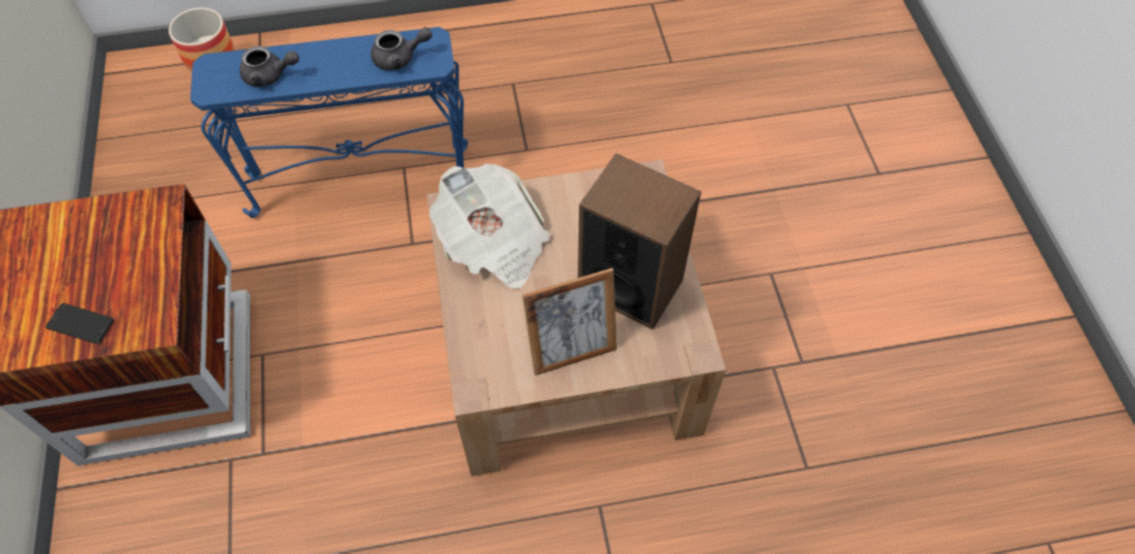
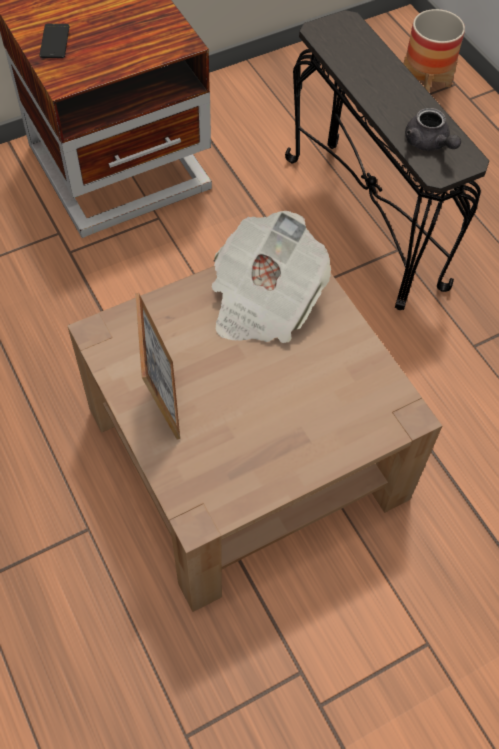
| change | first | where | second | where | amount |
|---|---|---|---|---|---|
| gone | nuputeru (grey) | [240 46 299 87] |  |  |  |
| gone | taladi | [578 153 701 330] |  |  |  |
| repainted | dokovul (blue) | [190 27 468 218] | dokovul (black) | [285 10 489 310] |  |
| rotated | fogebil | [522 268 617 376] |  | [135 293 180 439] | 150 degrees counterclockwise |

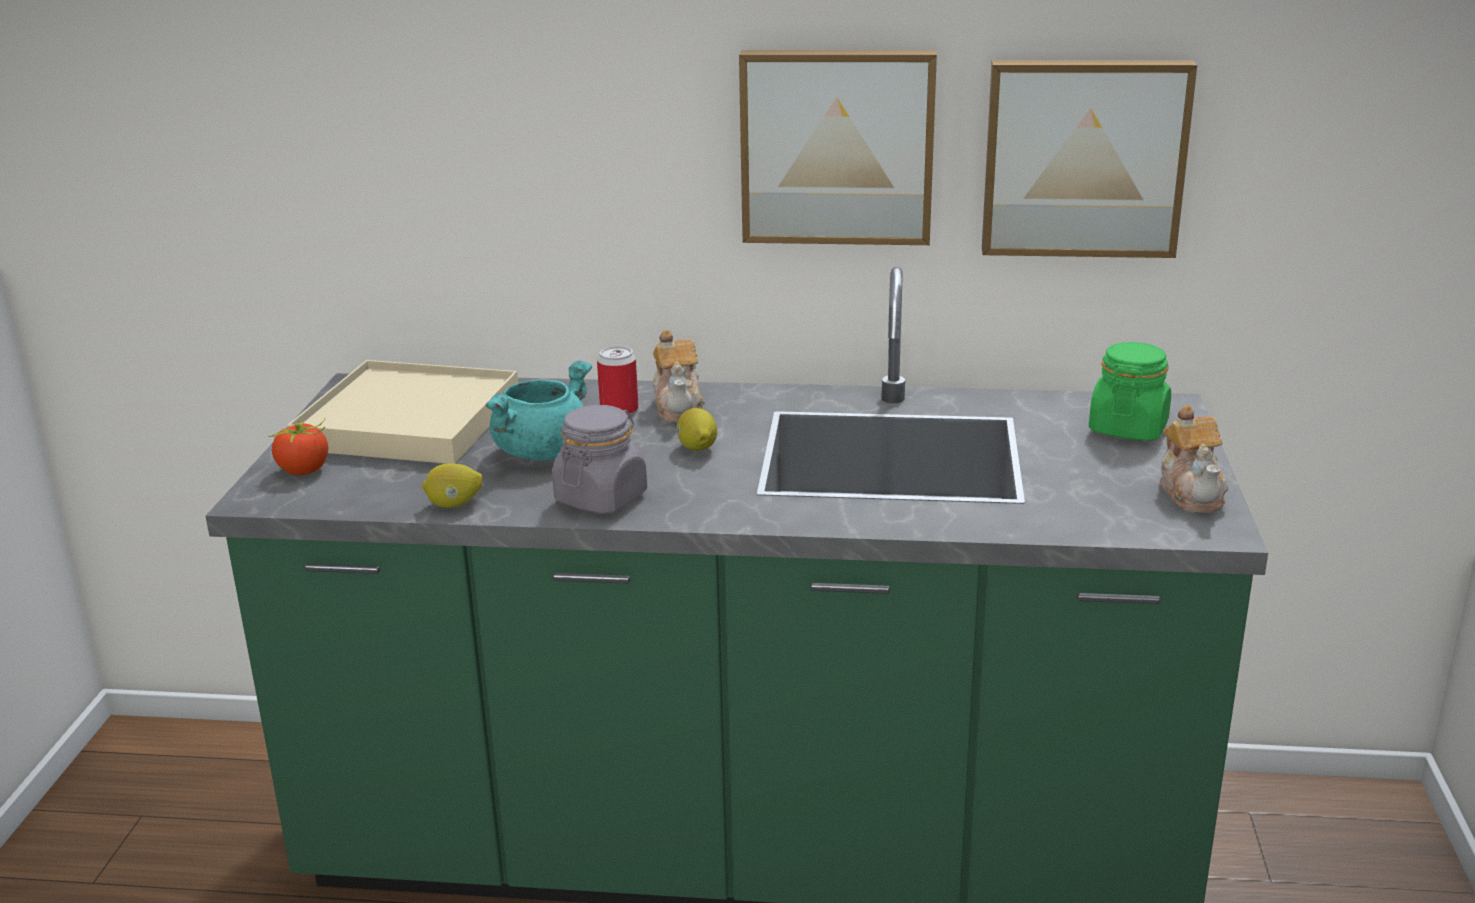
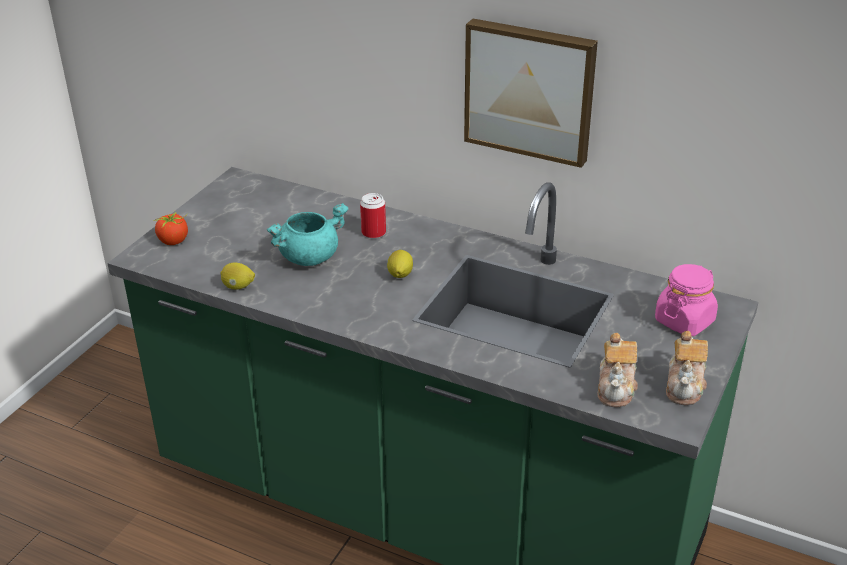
| change | first | where | second | where | amount |
|---|---|---|---|---|---|
| gone | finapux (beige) | [287 360 518 464] |  |  |  |
| gone | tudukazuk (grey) | [552 405 647 514] |  |  |  |
| gone | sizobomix | [982 60 1197 258] |  |  |  |
| shifted | nuputeru | [653 329 705 422] |  | [598 333 638 407] |  |
| repainted | tudukazuk (green) | [1089 342 1171 441] | tudukazuk (pink) | [655 264 718 336] |  |

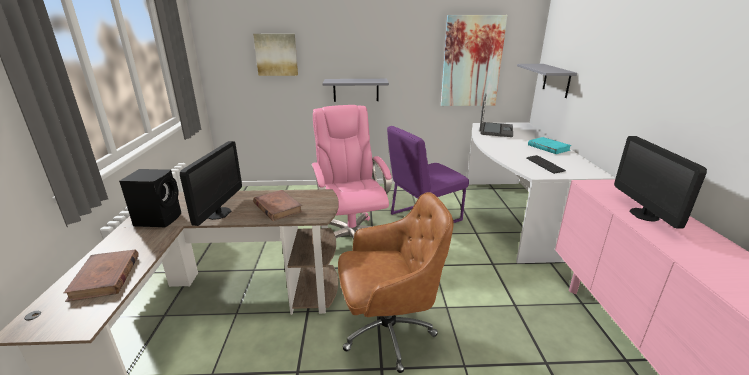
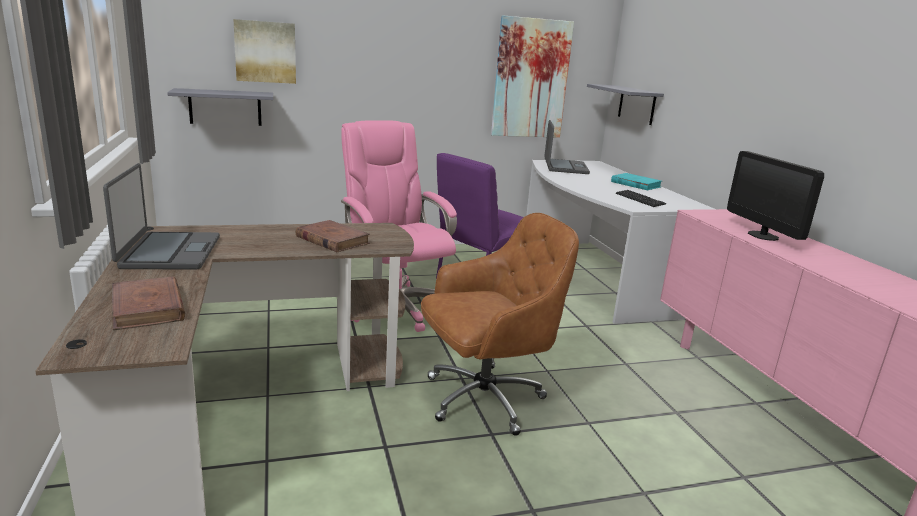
| change | first | where | second | where | amount |
|---|---|---|---|---|---|
| gone | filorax | [180 141 242 226] |  |  |  |
| shifted | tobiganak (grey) | [322 79 389 102] |  | [167 88 273 126] |  |
| swapped | taladi (black) | [119 169 181 228] | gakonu | [103 163 220 269] |  |

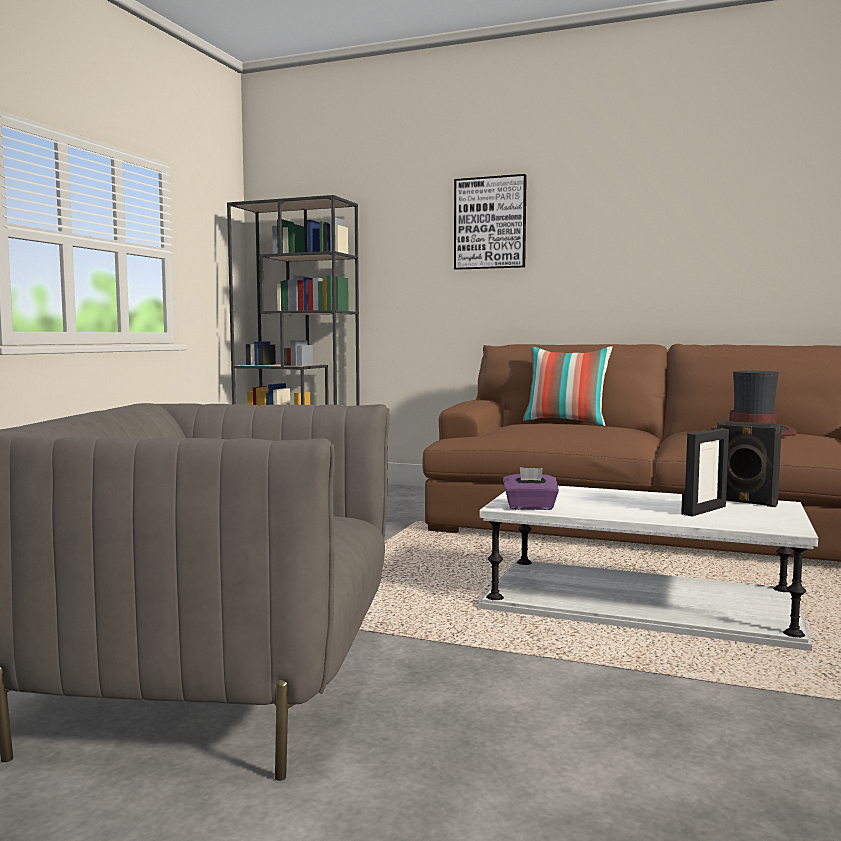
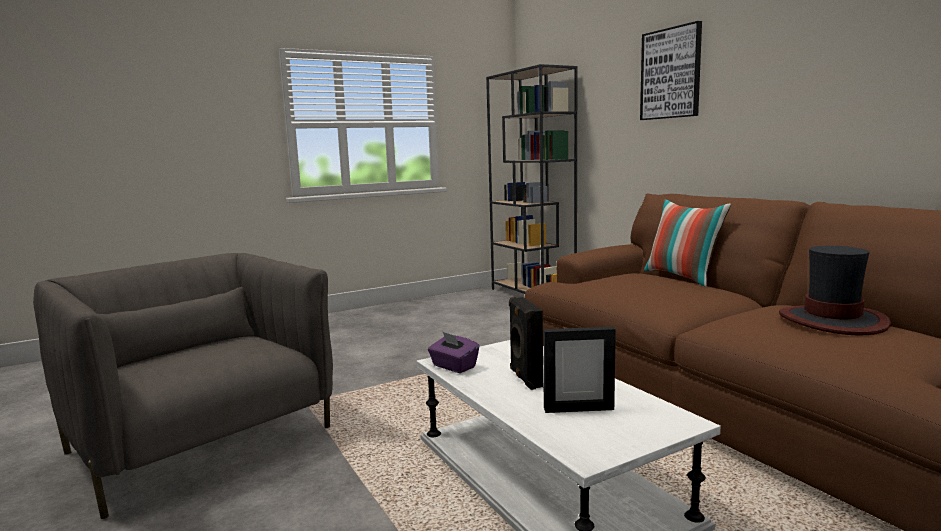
| change | first | where | second | where | amount |
|---|---|---|---|---|---|
| shifted | taladi (black) | [717 421 782 507] |  | [509 297 543 390] |  |

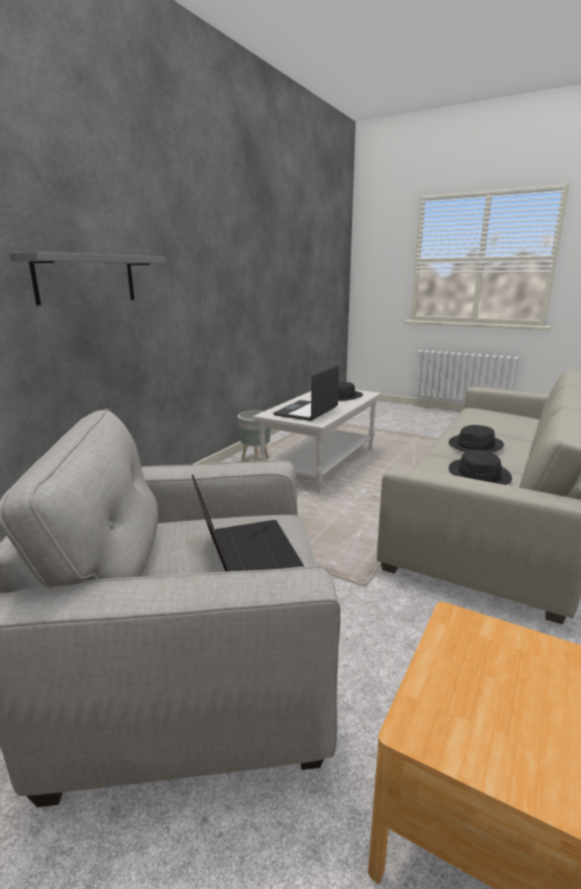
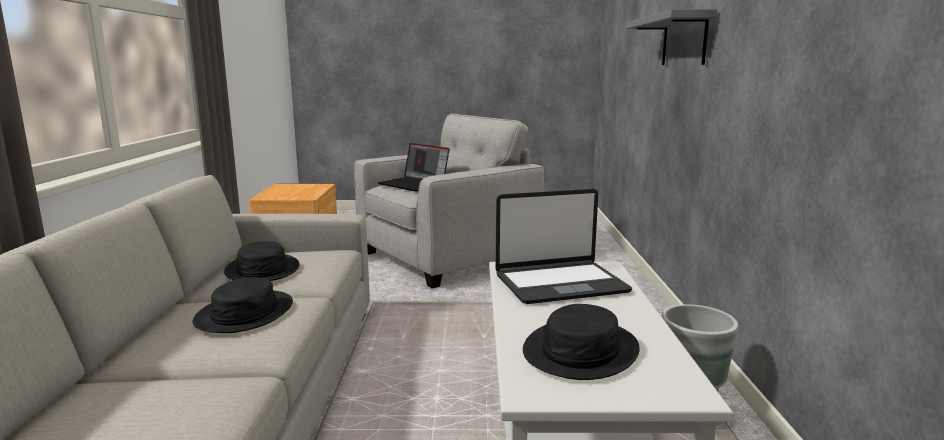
| change | first | where | second | where | amount |
|---|---|---|---|---|---|
| rotated | gakonu | [273 364 339 421] |  | [496 189 632 304] | 75 degrees clockwise |

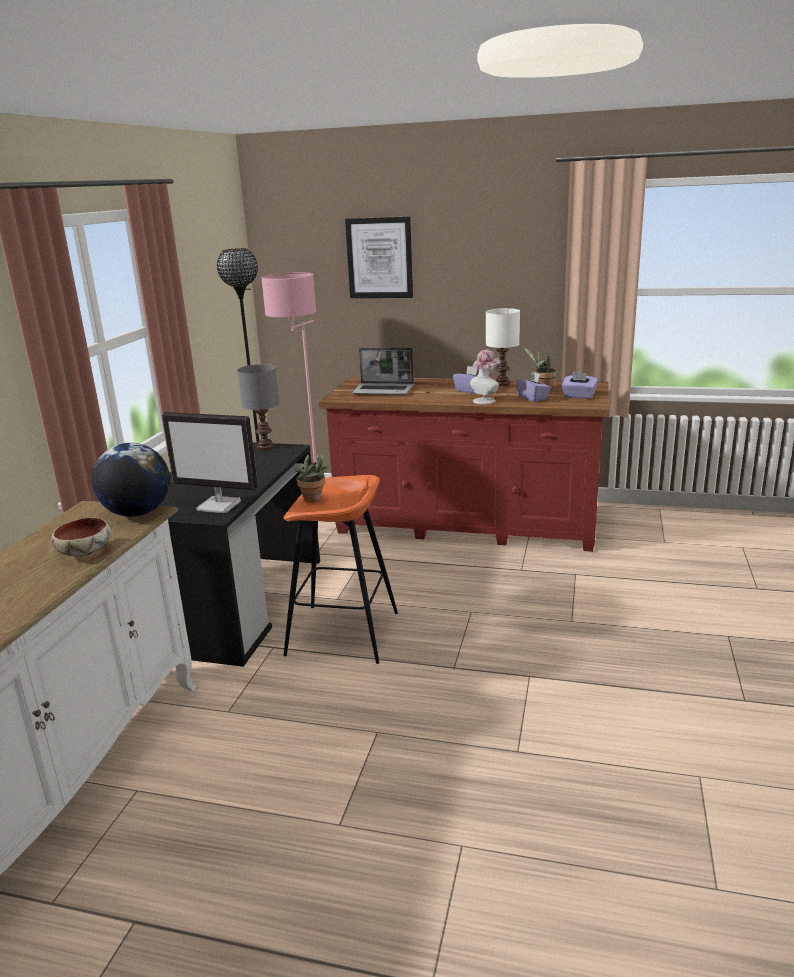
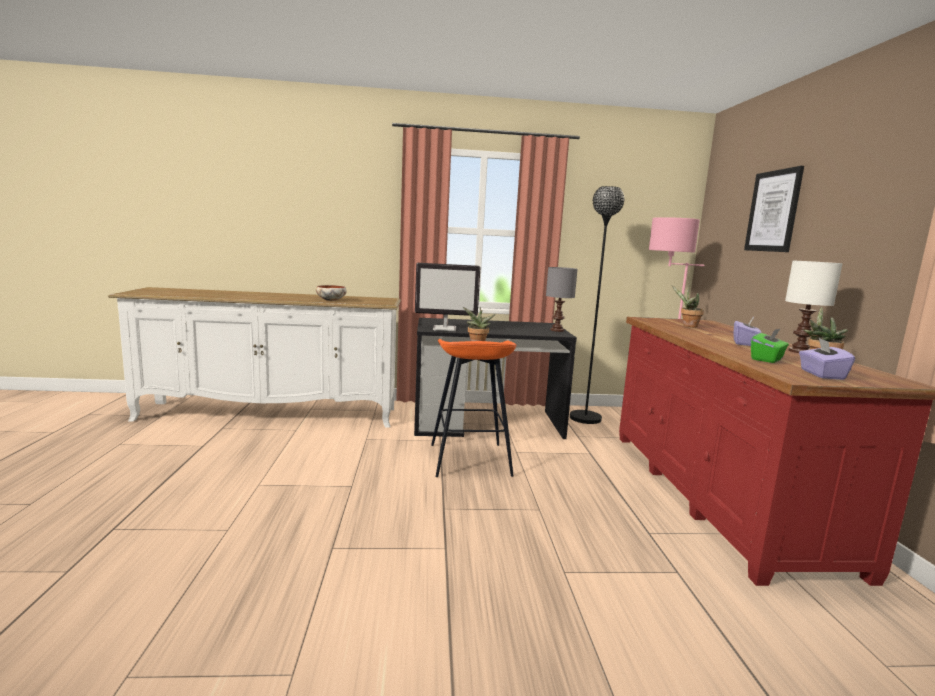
| change | first | where | second | where | amount |
|---|---|---|---|---|---|
| gone | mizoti | [92 443 170 517] |  |  |  |
| gone | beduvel | [470 350 500 404] |  |  |  |
| swapped | gakonu | [352 348 414 395] | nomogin | [672 286 704 328] |  |
| repainted | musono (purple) | [515 372 551 402] | musono (green) | [751 328 789 363] |  |
| rotated | filorax | [162 412 258 513] |  | [415 263 480 331] | 90 degrees counterclockwise |

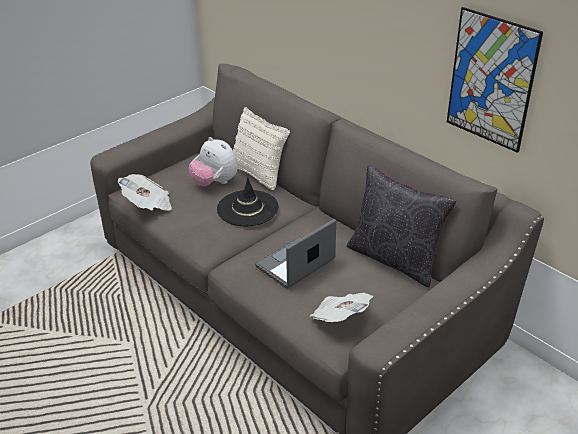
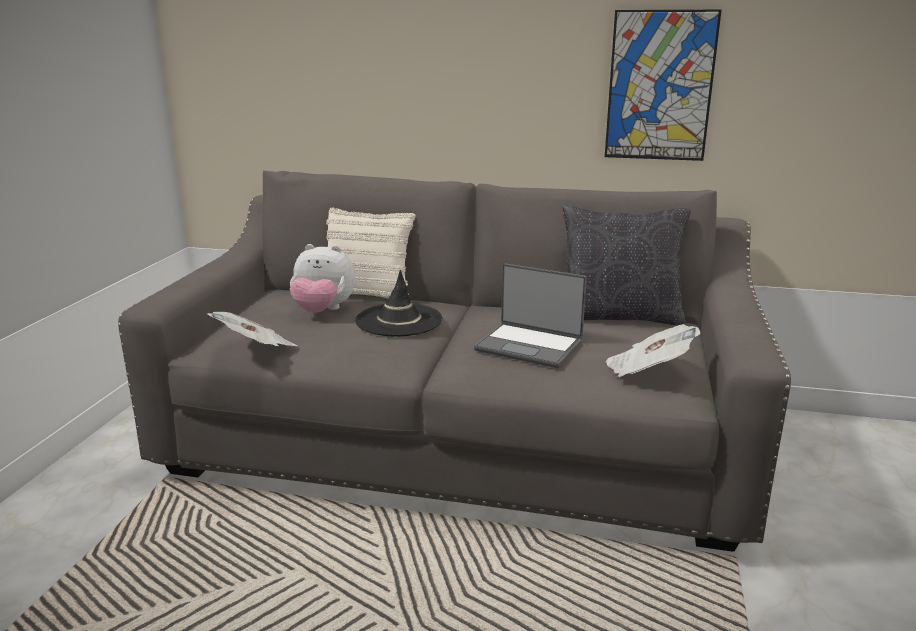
| change | first | where | second | where | amount |
|---|---|---|---|---|---|
| rotated | gakonu | [255 219 336 289] |  | [474 263 587 368] | 75 degrees counterclockwise |

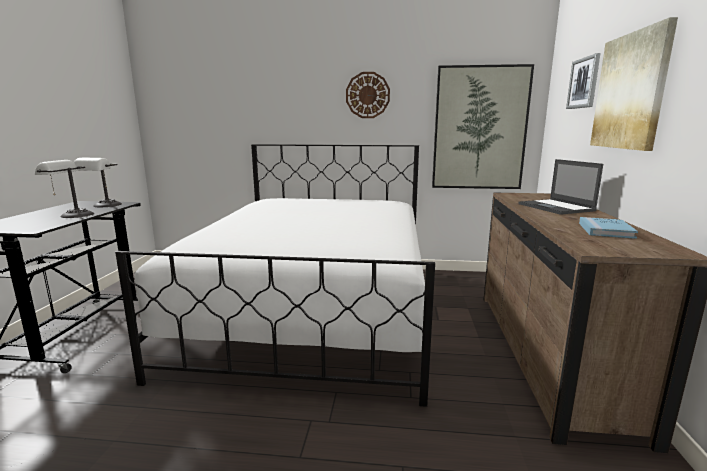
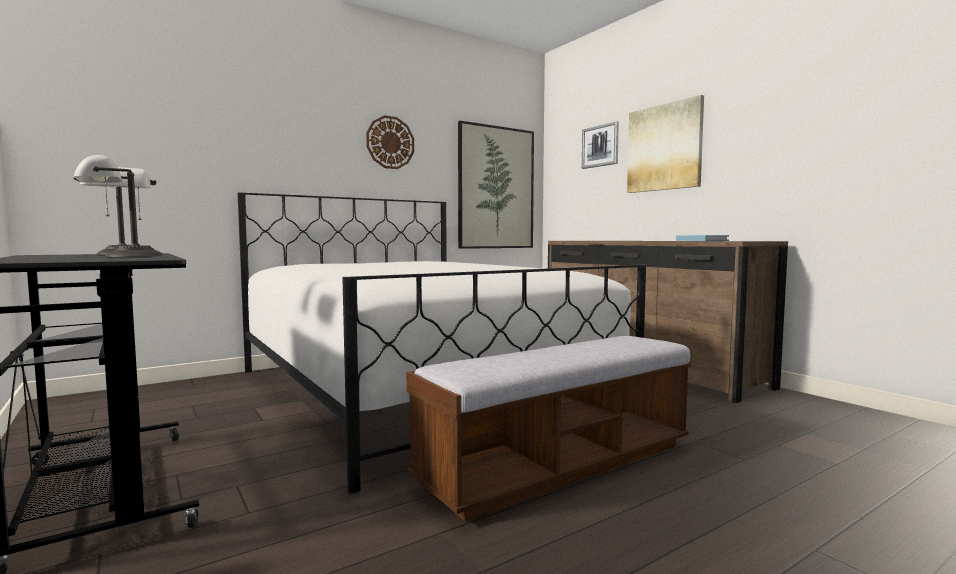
| change | first | where | second | where | amount |
|---|---|---|---|---|---|
| gone | gakonu | [518 159 603 215] |  |  |  |
| new |  |  | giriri | [406 336 692 521] |  |

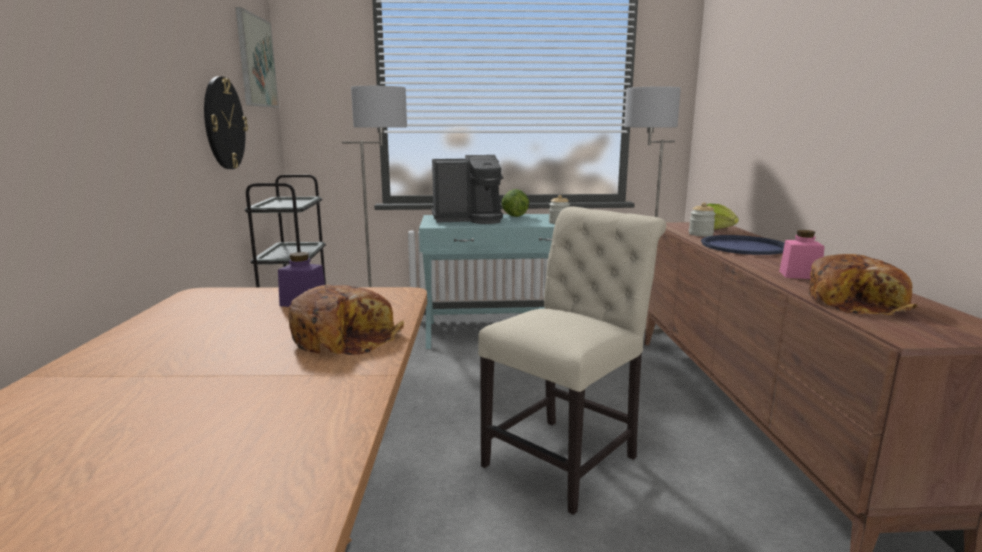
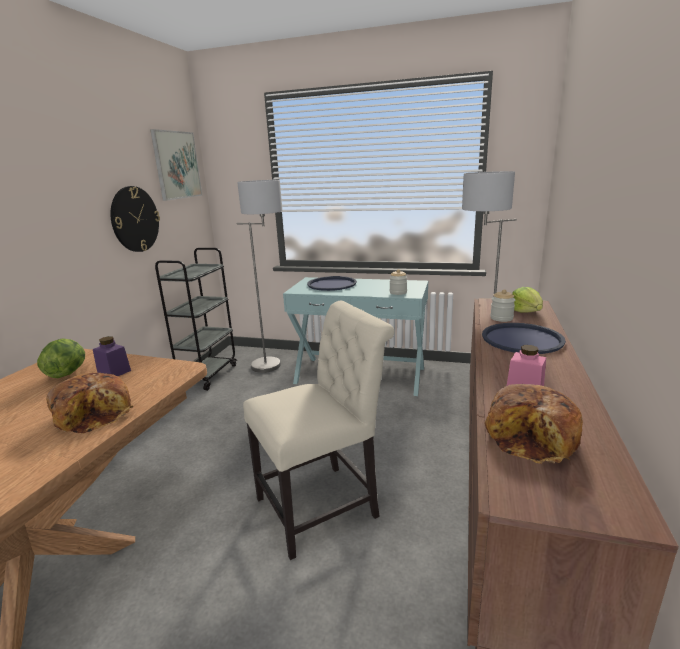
| change | first | where | second | where | amount |
|---|---|---|---|---|---|
| shifted | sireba | [501 189 529 217] |  | [37 338 85 378] |  |
| swapped | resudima | [432 155 503 224] | finapux (blue) | [307 276 357 291] |  |

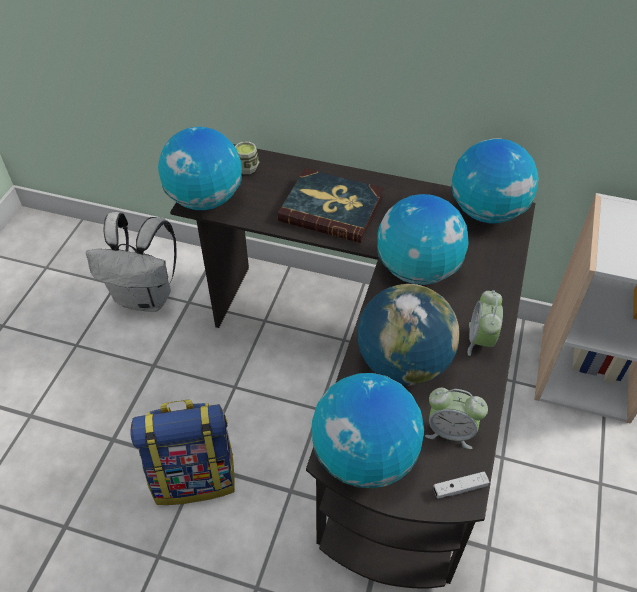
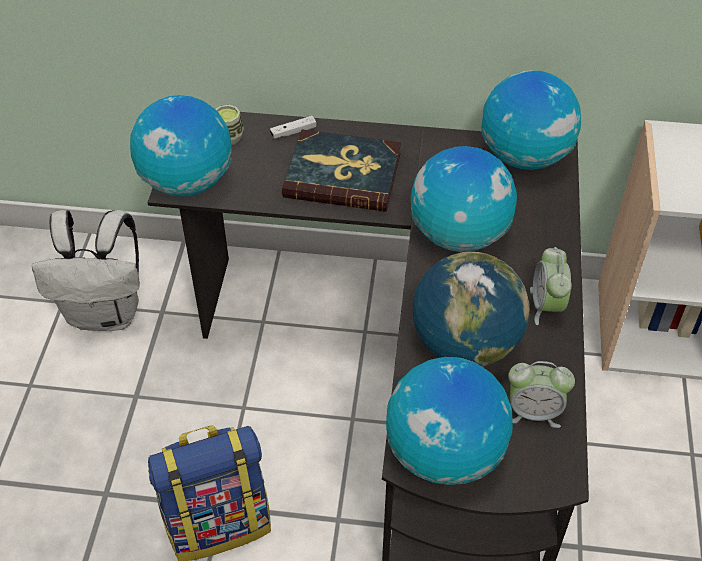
| change | first | where | second | where | amount |
|---|---|---|---|---|---|
| shifted | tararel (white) | [433 472 489 499] |  | [270 116 316 139] |  |

